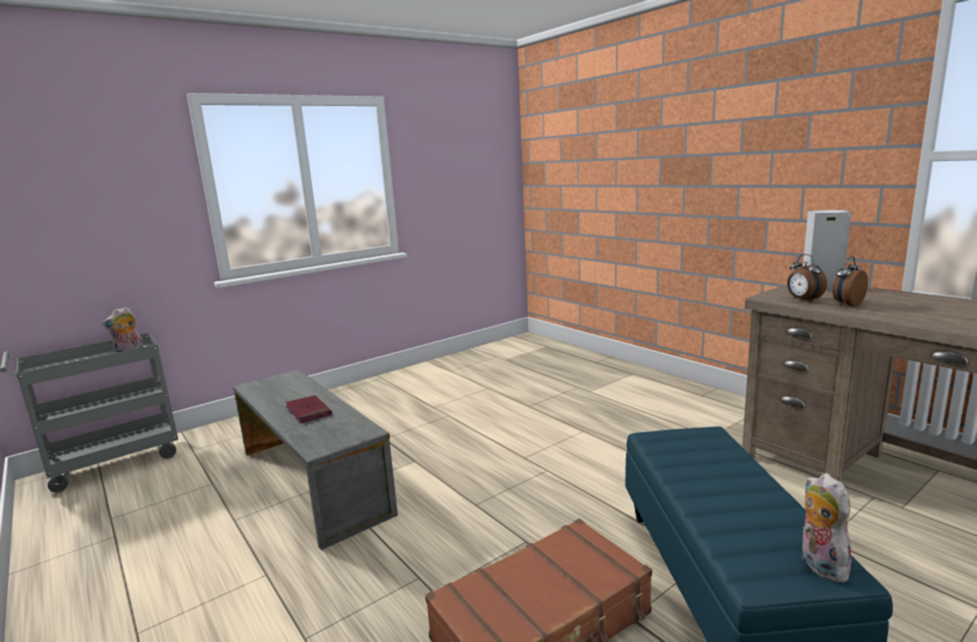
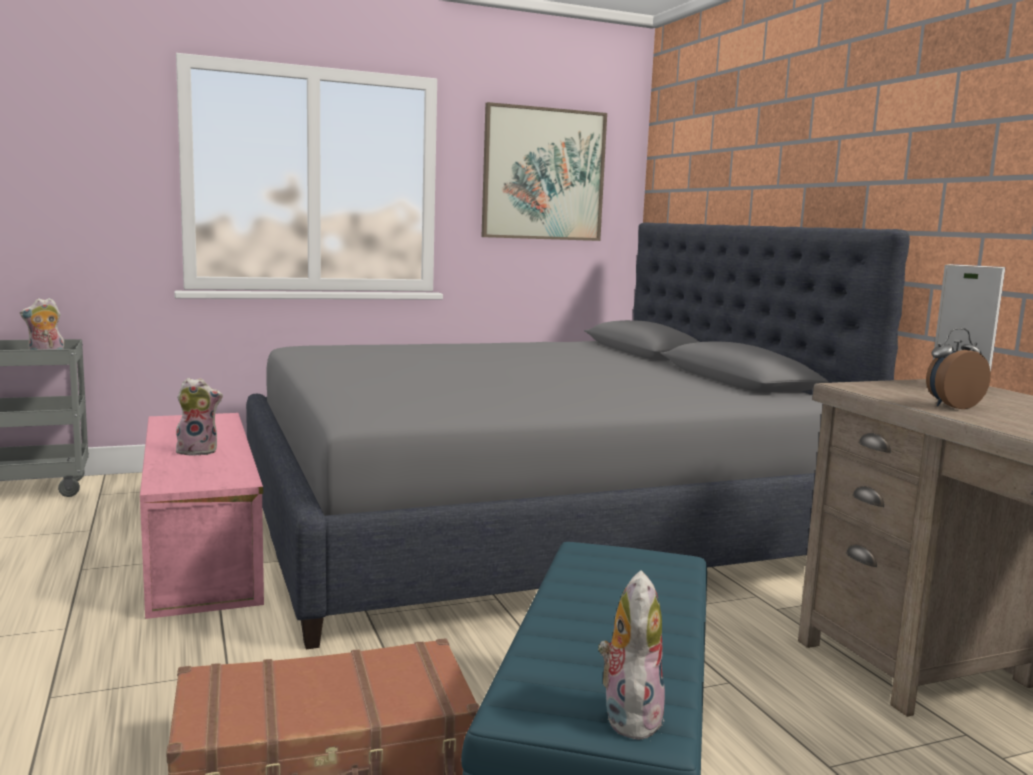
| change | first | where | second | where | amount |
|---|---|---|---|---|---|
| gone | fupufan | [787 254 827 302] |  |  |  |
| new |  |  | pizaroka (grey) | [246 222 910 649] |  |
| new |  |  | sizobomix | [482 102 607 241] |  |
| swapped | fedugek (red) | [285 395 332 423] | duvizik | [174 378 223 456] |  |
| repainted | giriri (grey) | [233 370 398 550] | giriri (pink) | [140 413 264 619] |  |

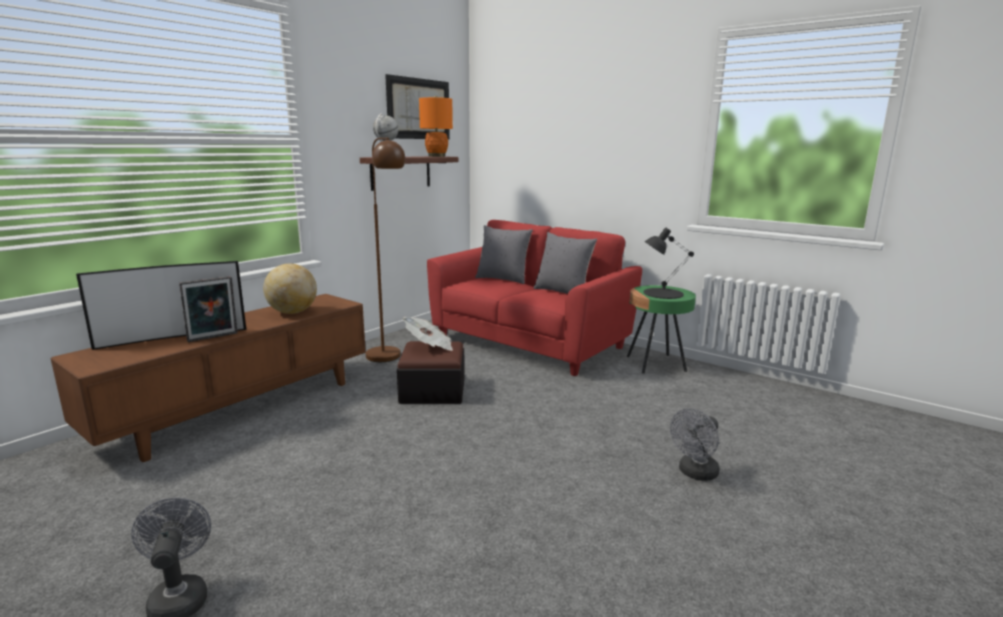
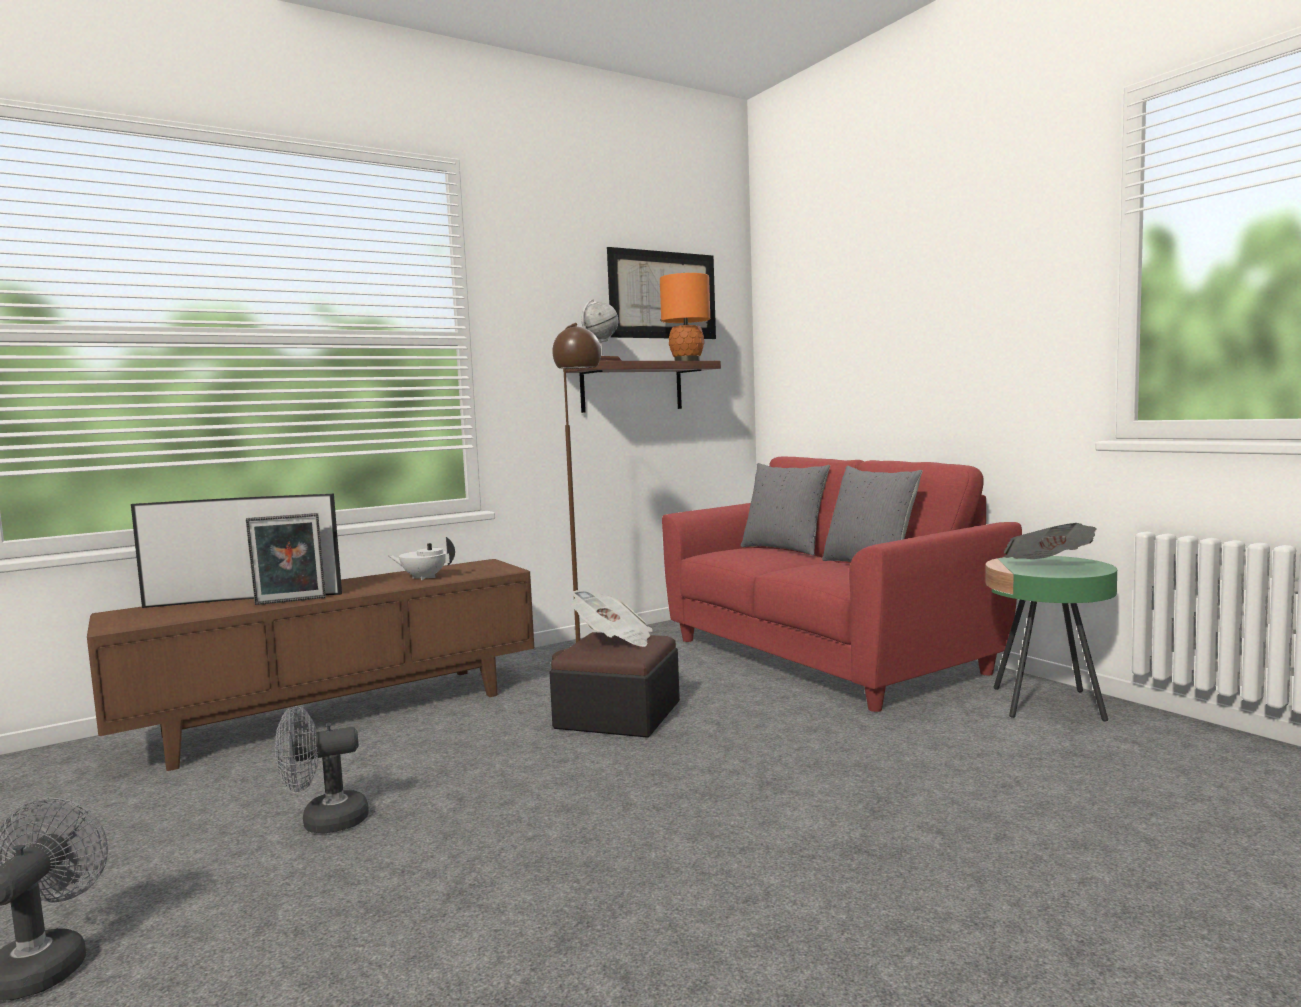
| change | first | where | second | where | amount |
|---|---|---|---|---|---|
| shifted | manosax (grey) | [670 408 720 481] |  | [275 706 369 834] |  |
| swapped | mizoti | [263 264 317 314] | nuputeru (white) | [387 537 455 580] |  |
| swapped | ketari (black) | [644 228 694 299] | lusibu | [1003 523 1096 559] |  |

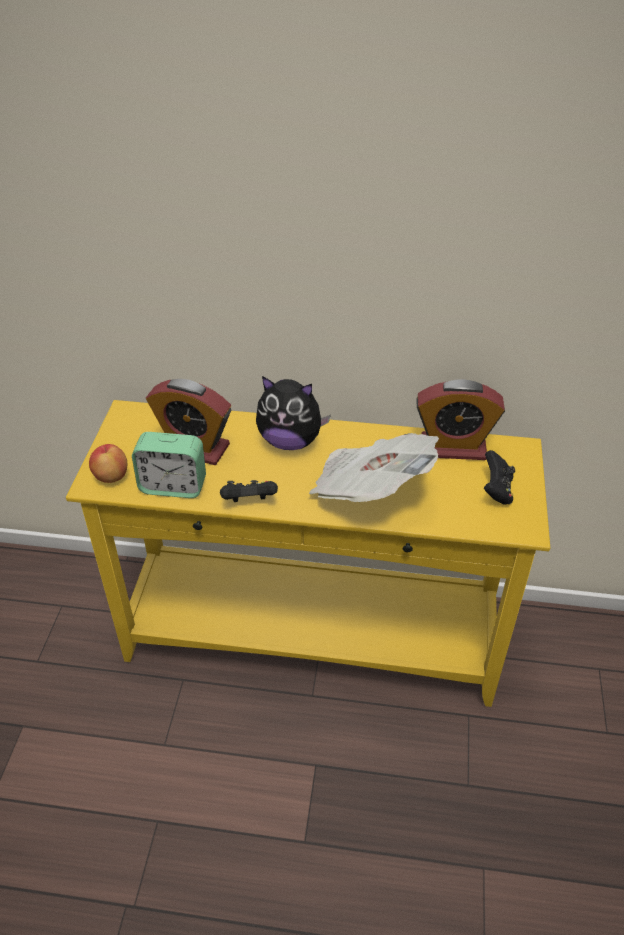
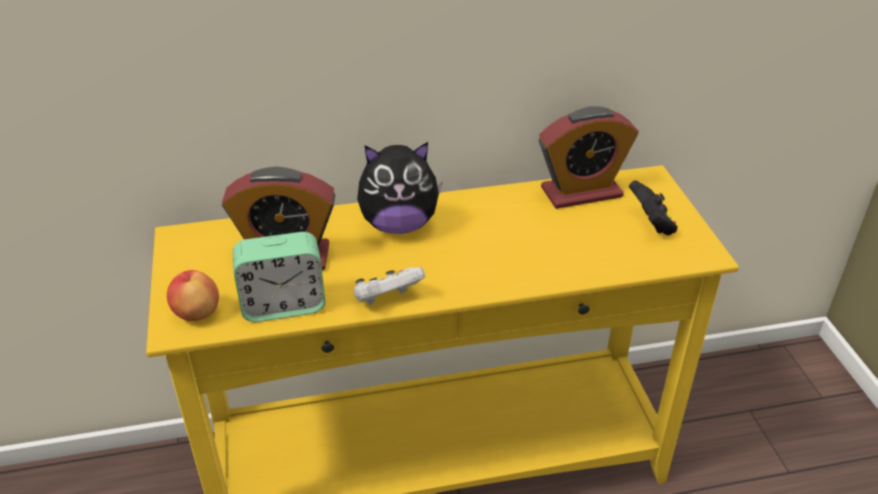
| change | first | where | second | where | amount |
|---|---|---|---|---|---|
| gone | lusibu | [309 433 439 502] |  |  |  |
| repainted | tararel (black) | [220 480 278 502] | tararel (white) | [354 267 425 305] |  |

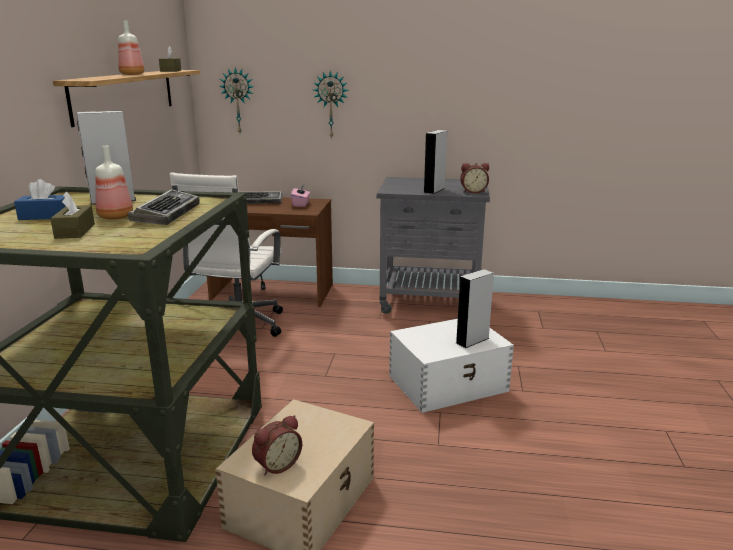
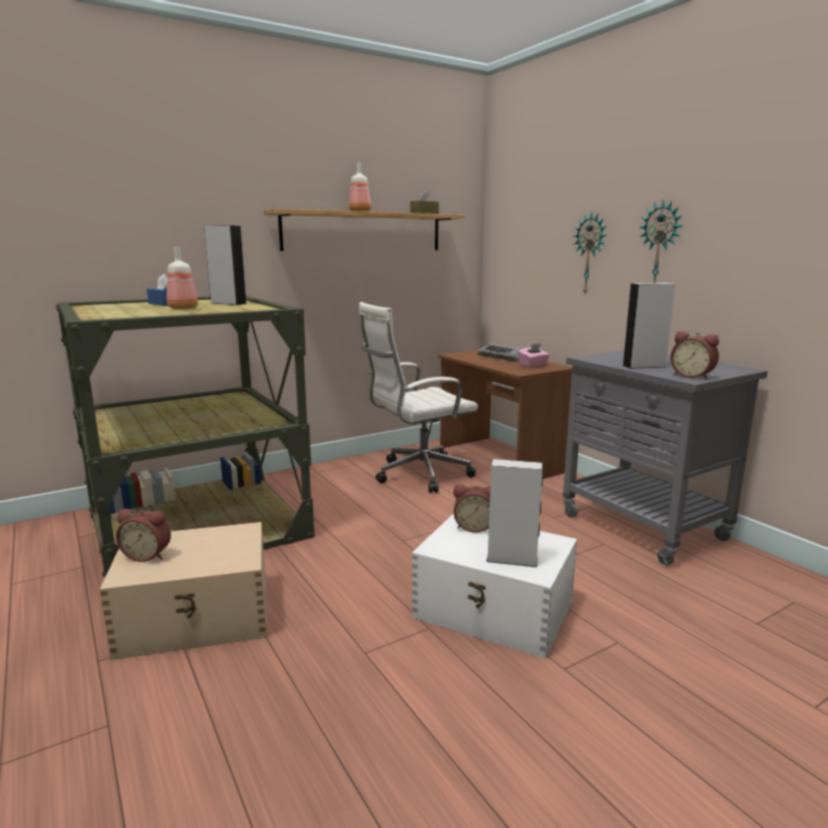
| change | first | where | second | where | amount |
|---|---|---|---|---|---|
| gone | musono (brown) | [50 192 95 239] |  |  |  |
| gone | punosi | [128 189 200 225] |  |  |  |
| new |  |  | fupufan | [454 485 490 533] |  |
| shifted | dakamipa | [219 67 254 133] |  | [640 199 683 283] |  |

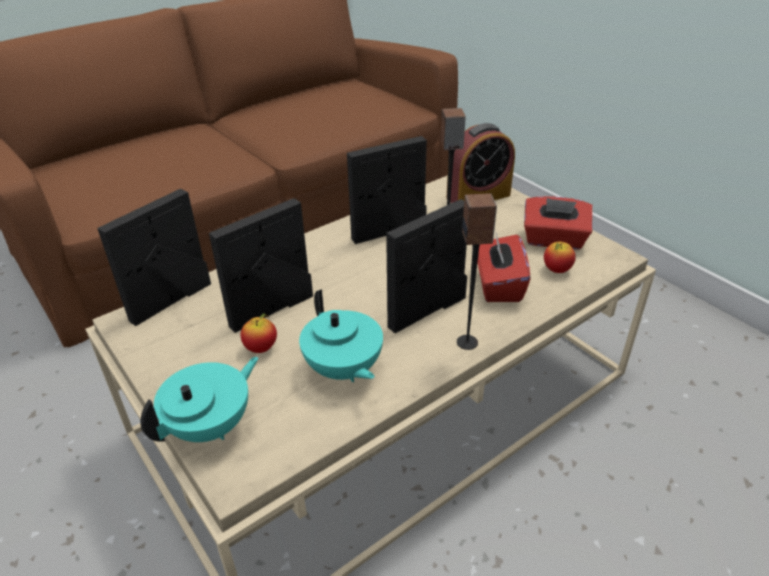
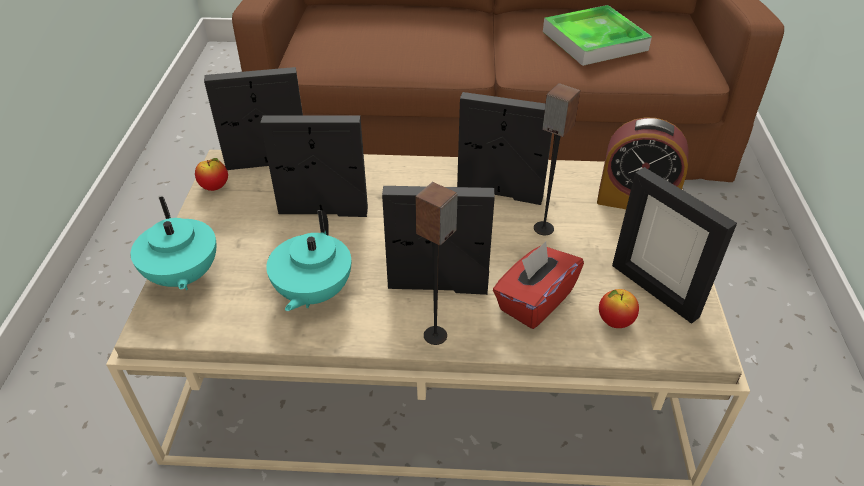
| change | first | where | second | where | amount |
|---|---|---|---|---|---|
| new |  |  | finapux | [543 5 652 66] |  |
| shifted | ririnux | [241 313 277 353] |  | [195 158 228 191] |  |
| swapped | musono (red) | [524 196 592 250] | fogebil | [612 167 737 324] |  |
| rotated | nuputeru (turquoise) | [140 357 258 442] |  | [130 197 216 290] | 75 degrees clockwise |

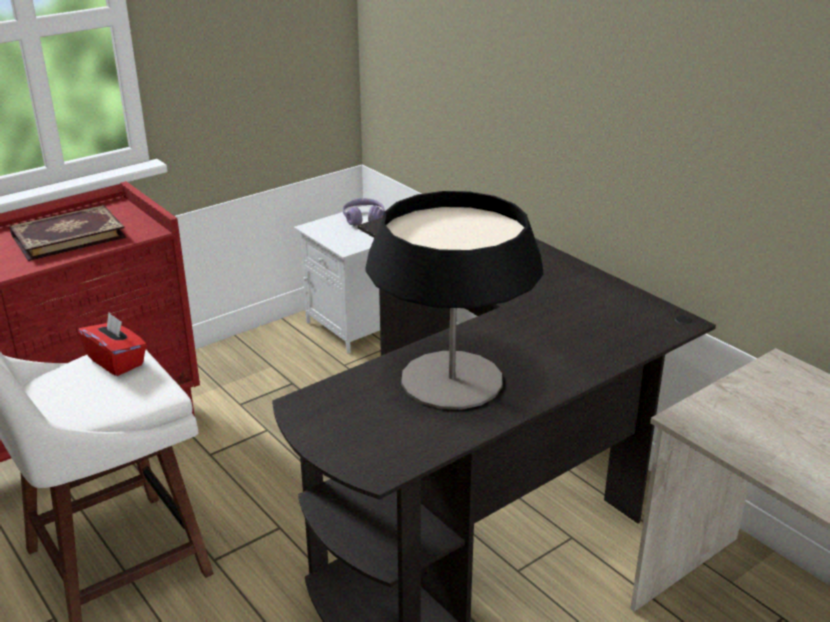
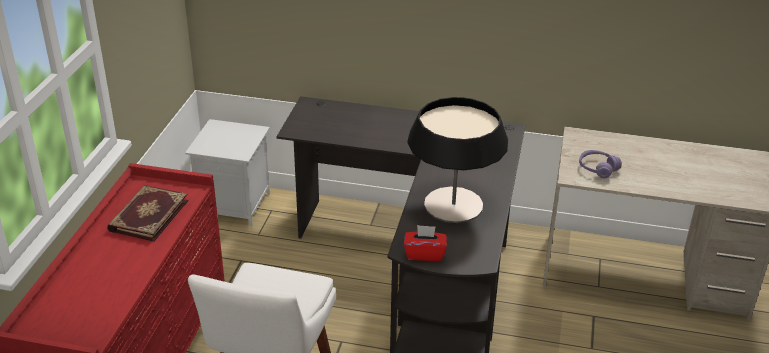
| change | first | where | second | where | amount |
|---|---|---|---|---|---|
| shifted | musono (red) | [78 313 147 376] |  | [404 225 447 261] |  |
| shifted | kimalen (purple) | [343 198 384 226] |  | [579 150 622 178] |  |

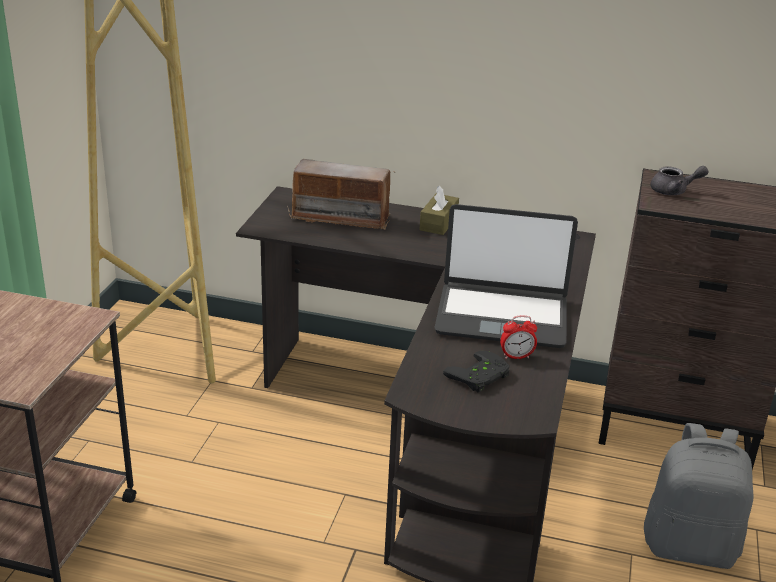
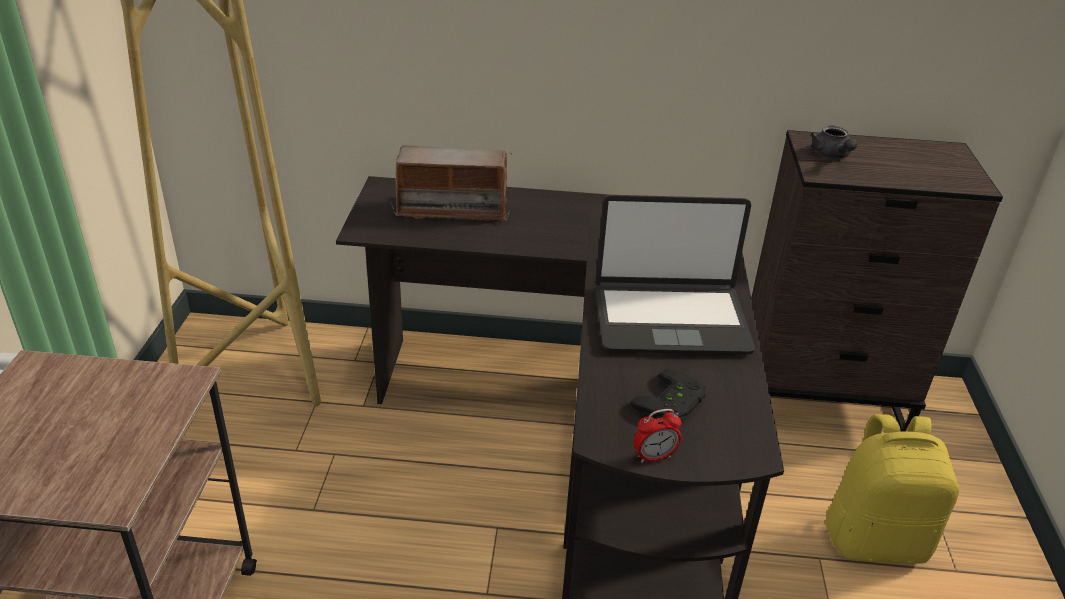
| change | first | where | second | where | amount |
|---|---|---|---|---|---|
| gone | musono (brown) | [419 185 459 235] |  |  |  |
| shifted | fupufan | [500 316 537 359] |  | [634 409 682 463] |  |
| repainted | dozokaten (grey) | [644 423 754 569] | dozokaten (yellow) | [826 414 959 564] |  |
| rotated | nuputeru (grey) | [650 166 709 195] |  | [810 126 857 158] | 90 degrees clockwise |

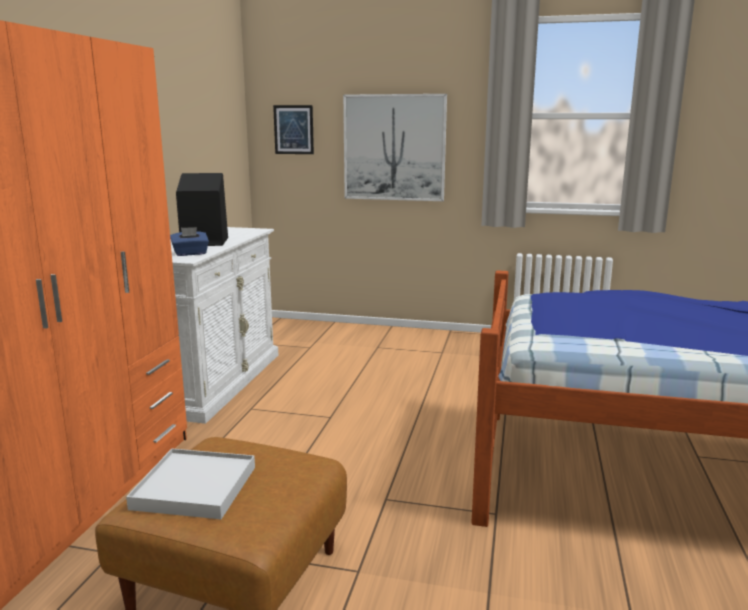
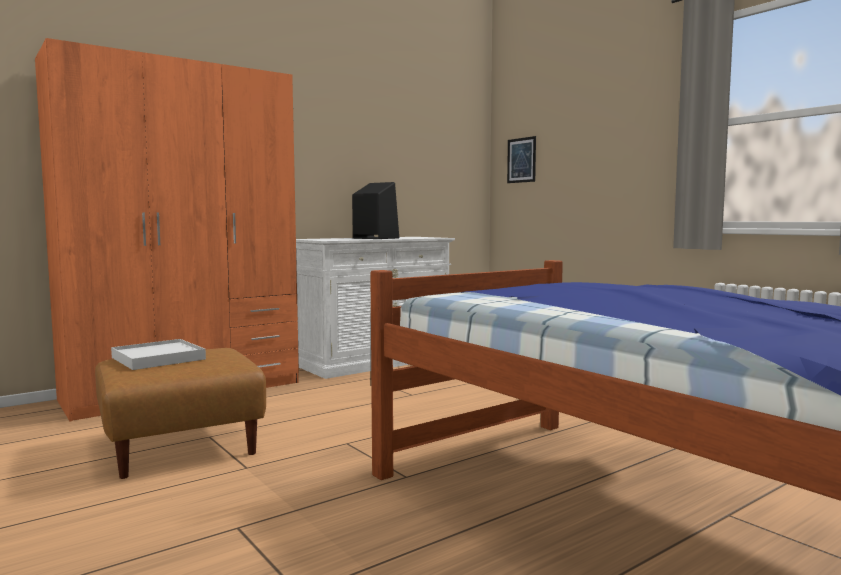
| change | first | where | second | where | amount |
|---|---|---|---|---|---|
| gone | musono (blue) | [170 227 209 256] |  |  |  |
| gone | sizobomix | [343 94 447 201] |  |  |  |

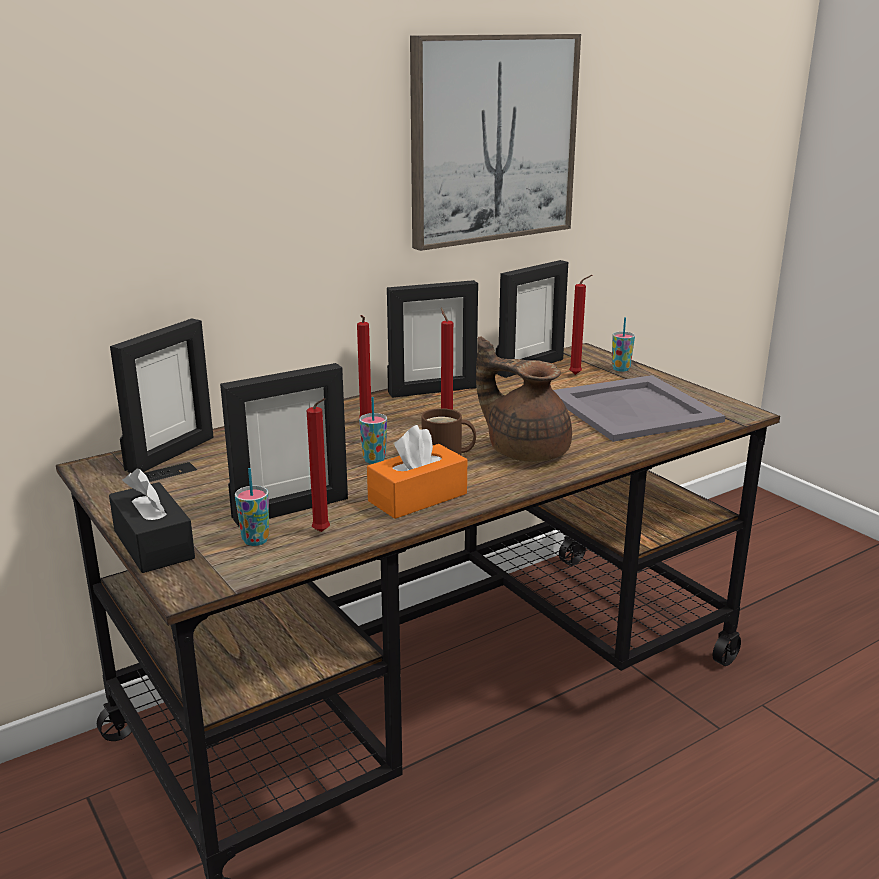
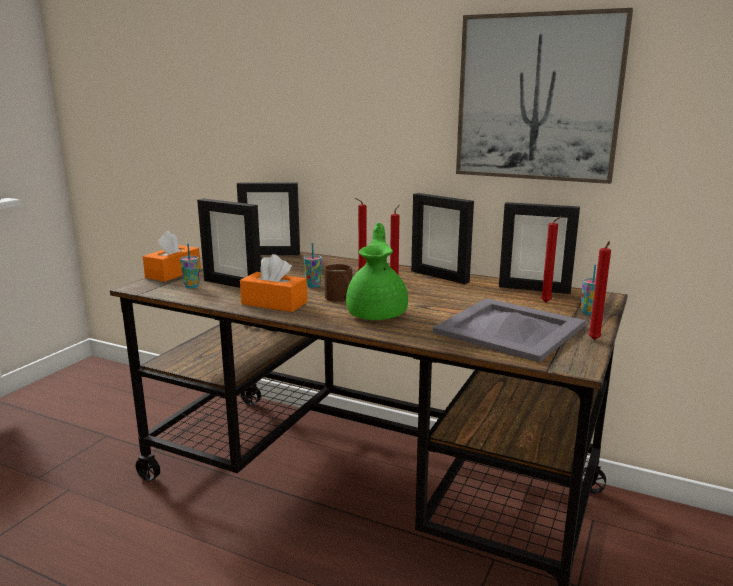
| change | first | where | second | where | amount |
|---|---|---|---|---|---|
| shifted | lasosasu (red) | [307 398 330 532] |  | [588 241 611 340] |  |
| repainted | musono (black) | [109 469 195 573] | musono (orange) | [143 230 201 282] |  |
| repainted | nuputeru (brown) | [476 336 572 462] | nuputeru (green) | [346 223 408 320] |  |

